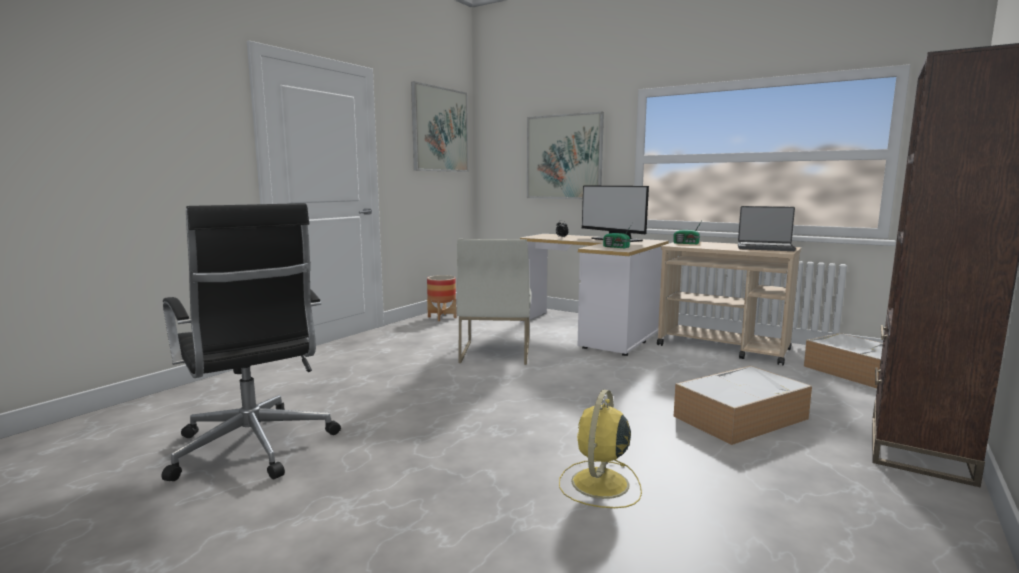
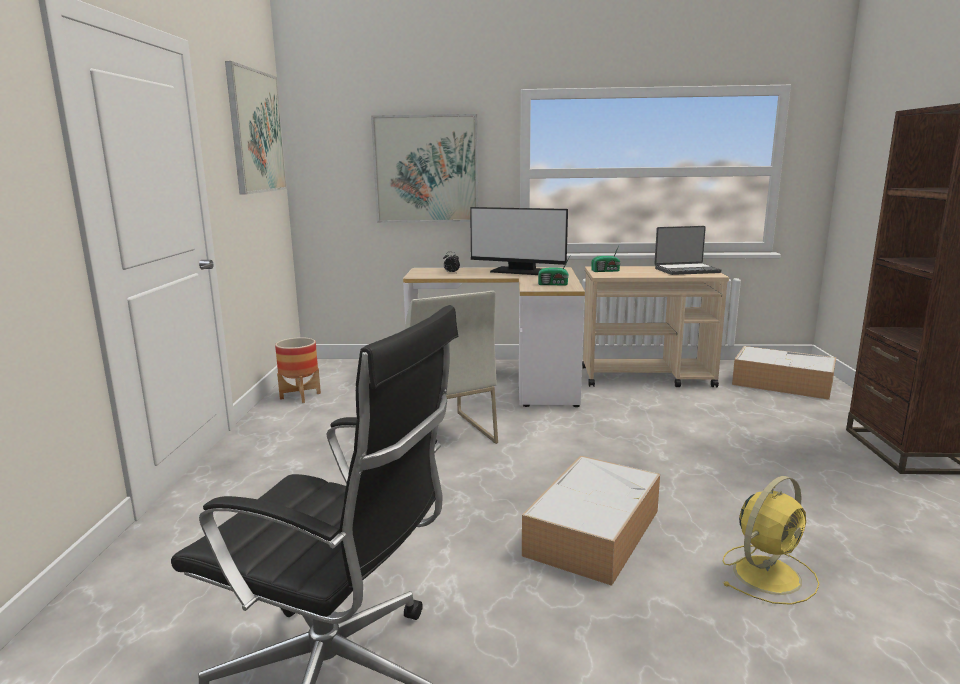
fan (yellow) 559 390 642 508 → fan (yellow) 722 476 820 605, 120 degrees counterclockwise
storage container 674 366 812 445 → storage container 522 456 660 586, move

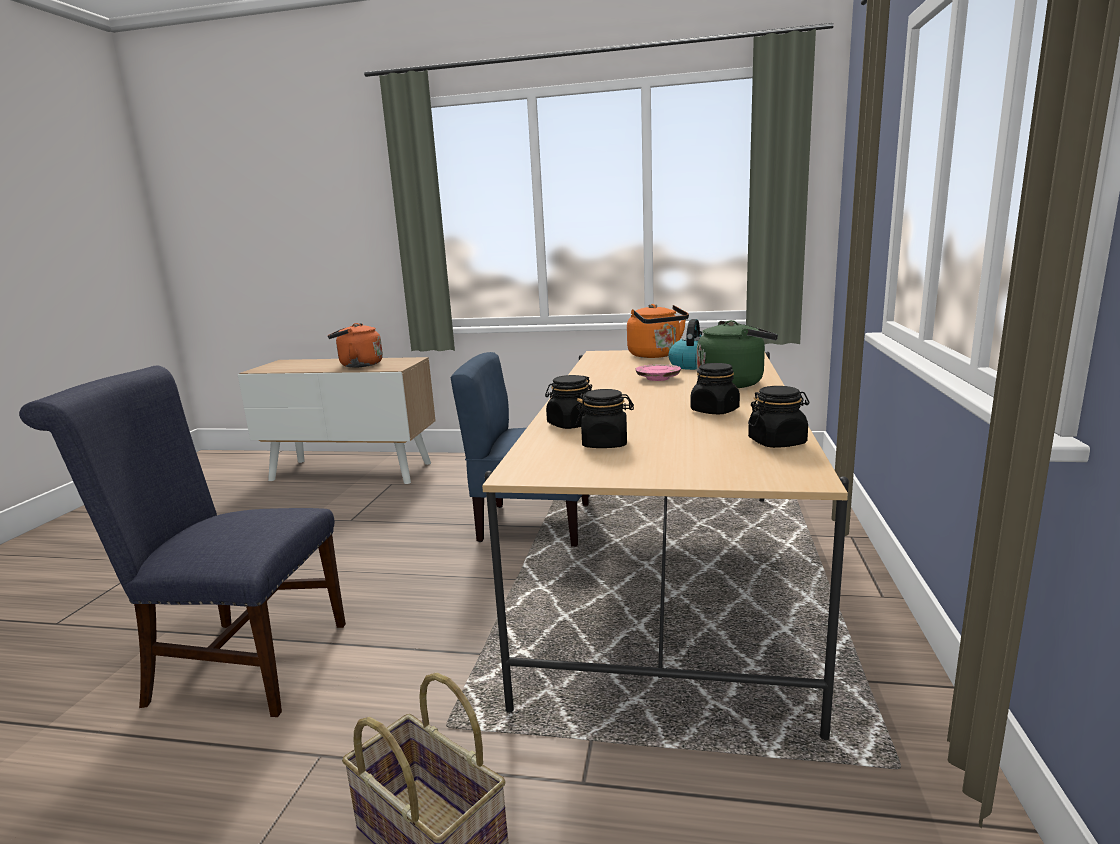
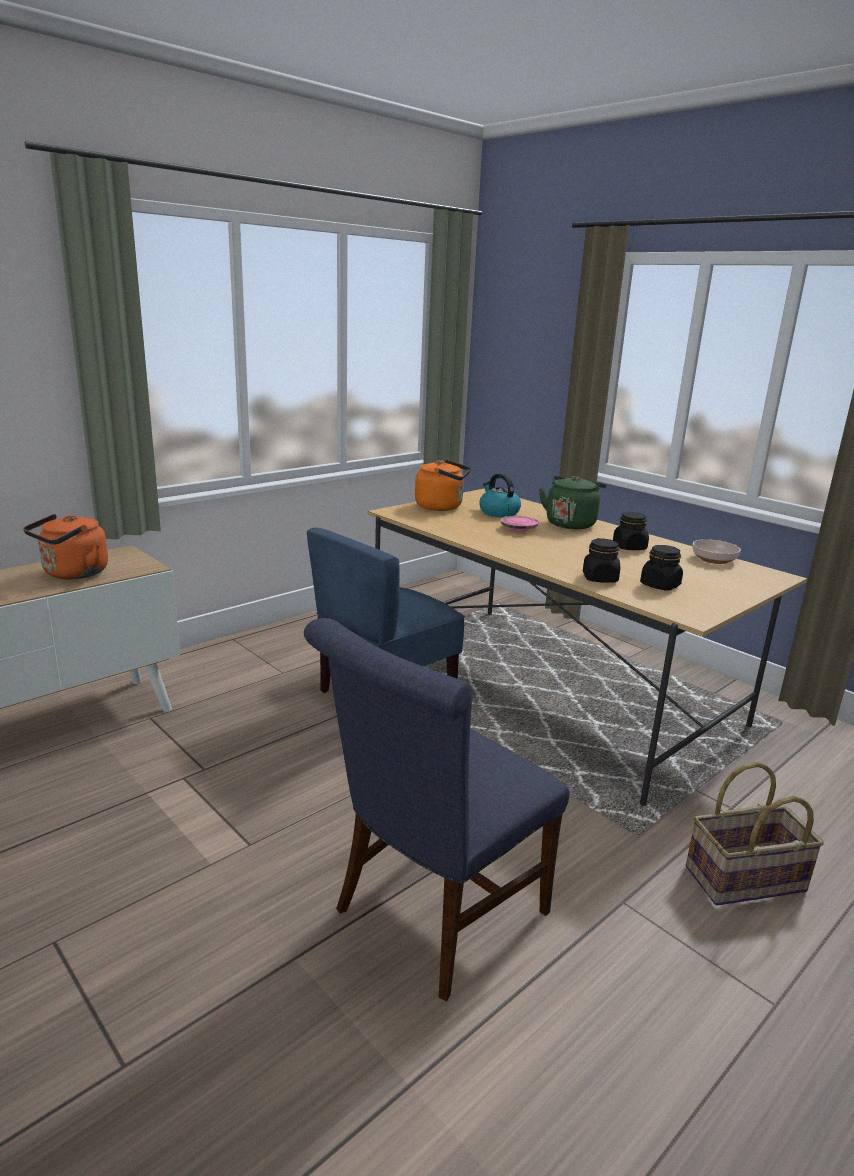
jar (black) 748 386 809 448 → deep dish 692 539 741 564

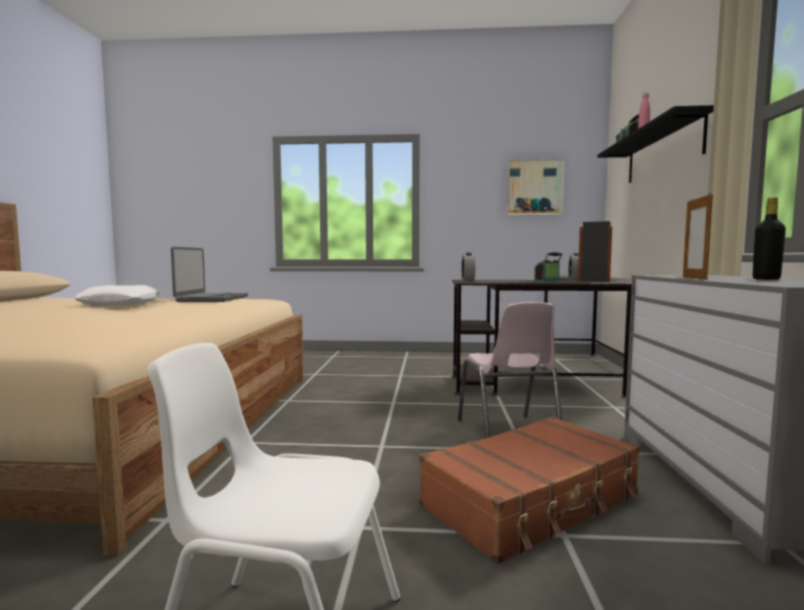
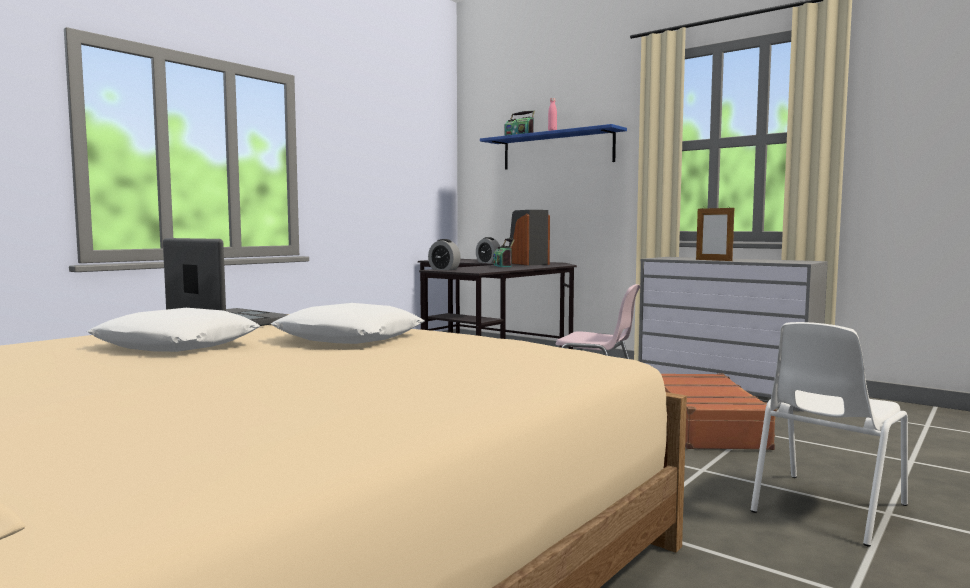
picture 506 158 565 216 → -
shelf (black) 597 105 714 183 → shelf (blue-coloured) 480 124 627 170
drink bottle (black) 752 197 786 280 → -
- → cushion (white) 271 303 424 344

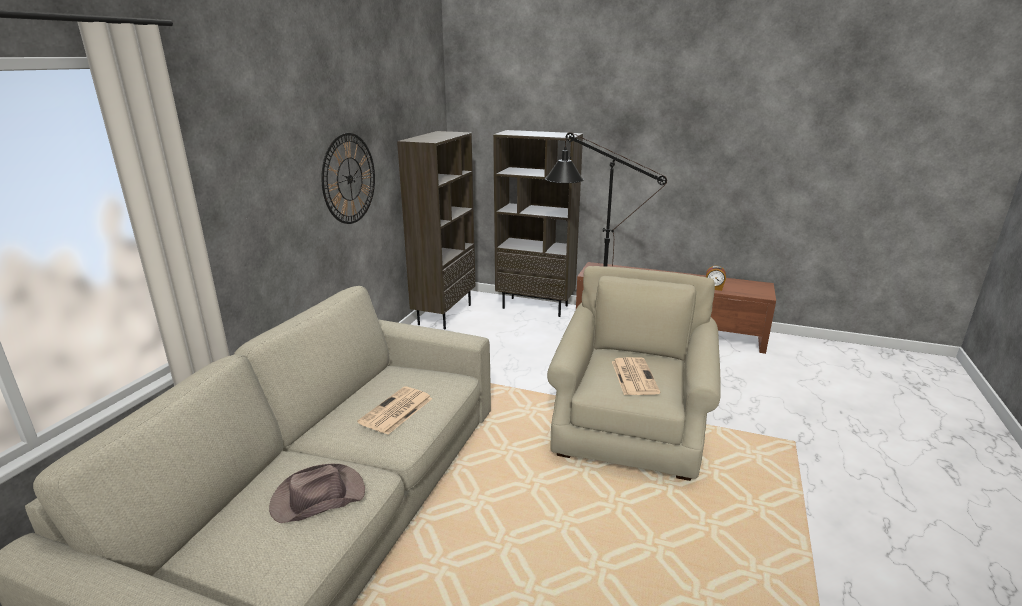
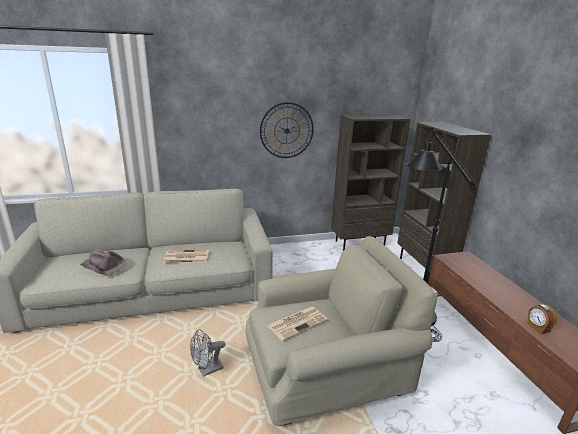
- → fan (grey) 190 329 226 377

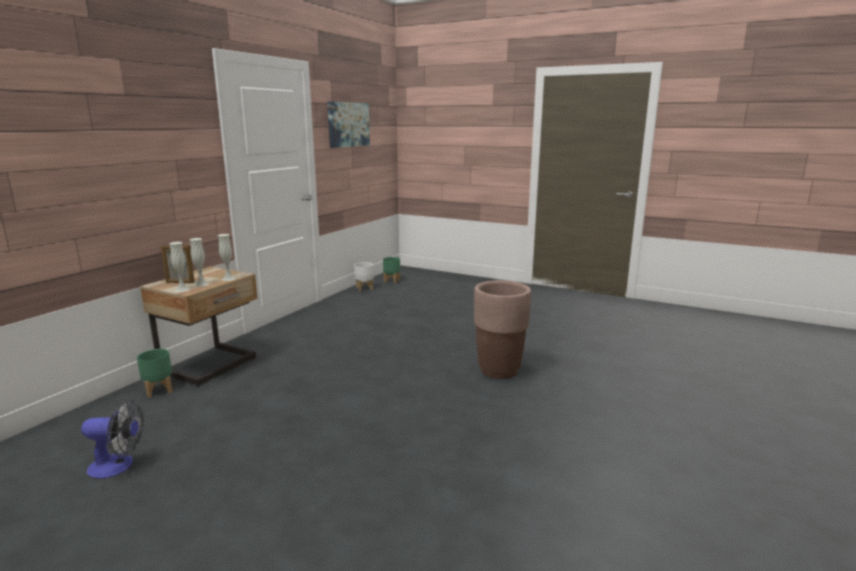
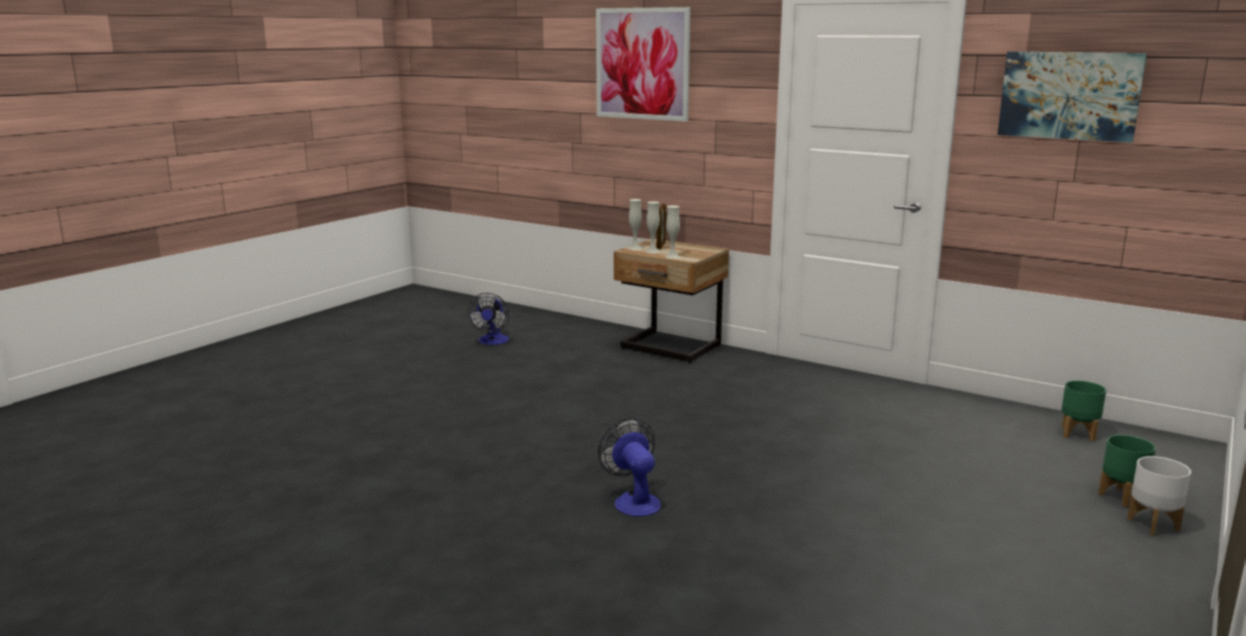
planter (green) 137 349 172 397 → planter (green) 1098 435 1156 507, move
planter (white) 354 262 373 292 → planter (white) 1127 456 1191 535, move
planter (brownish) 474 280 531 379 → fan 598 418 661 516
- → picture 596 7 691 122

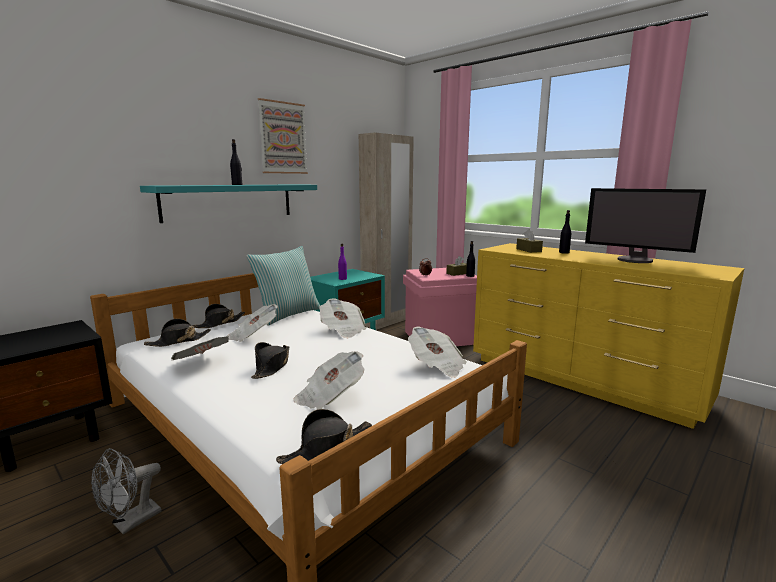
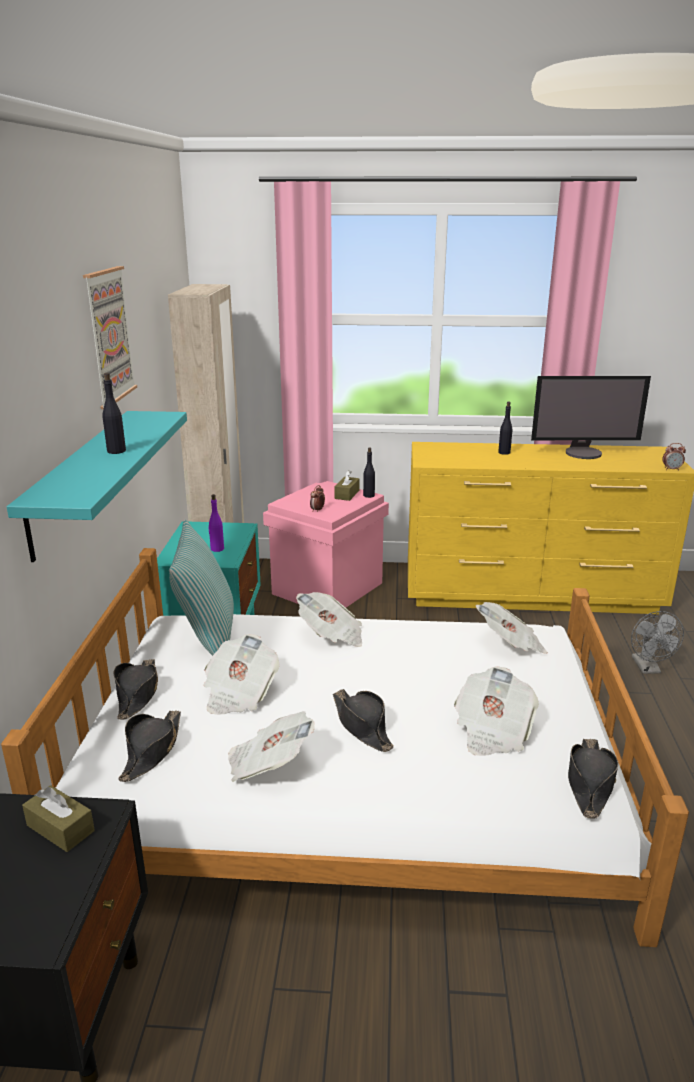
fan (grey) 91 448 161 534 → fan (grey) 631 611 684 674, move
tissue holder (brownish) 516 229 543 253 → tissue holder (brownish) 22 785 95 852, move
- → table clock 662 443 686 471

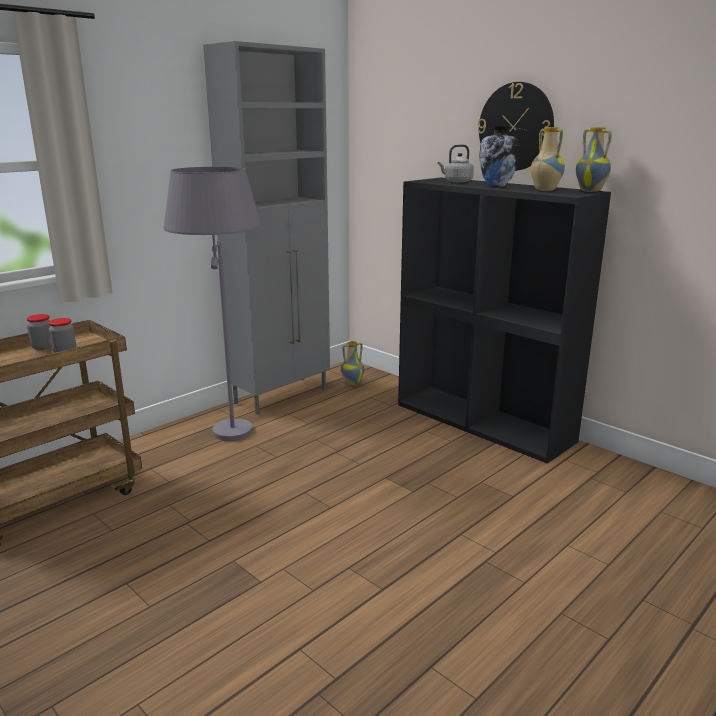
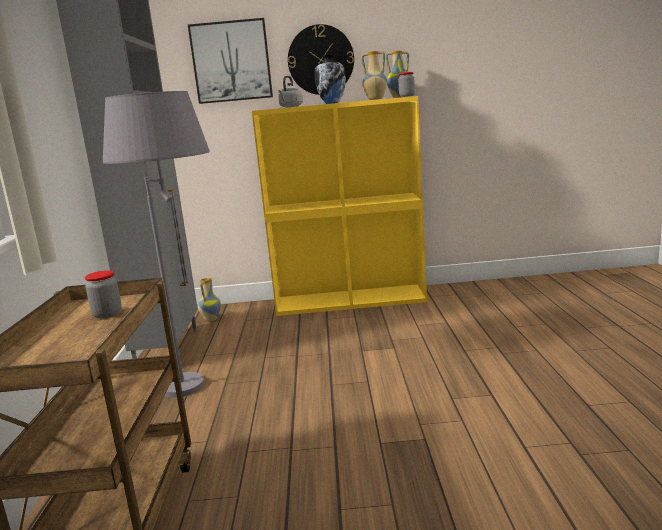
jar 26 314 51 350 → jar 398 72 415 97, move
bookshelf (black) 398 178 611 464 → bookshelf (yellow) 252 96 427 316
- → picture 188 18 273 104

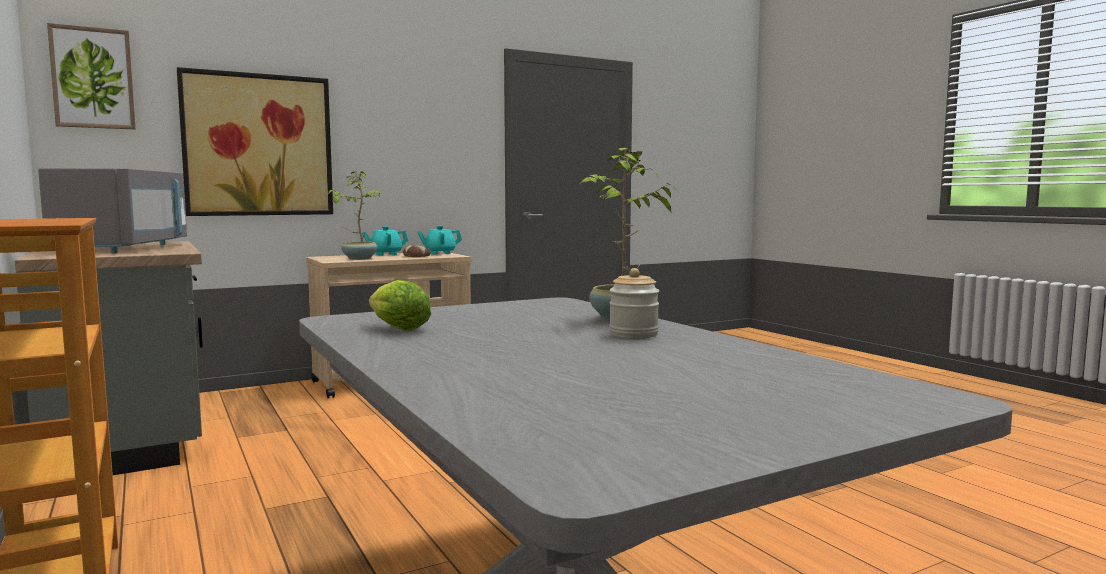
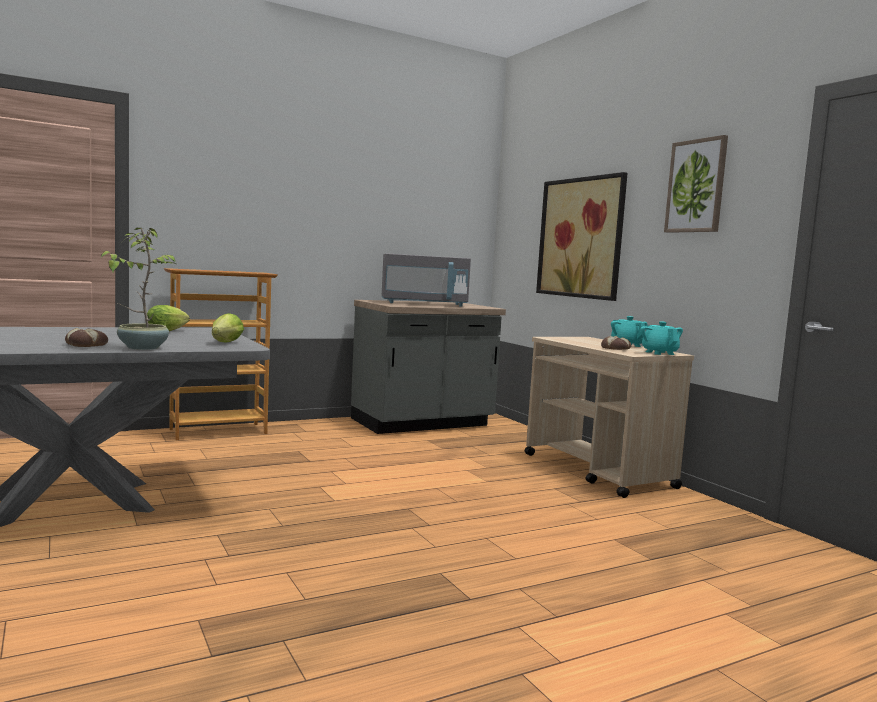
picture 47 23 136 129 → picture 664 135 728 233, move
potted plant 328 172 381 260 → -
jar 609 268 659 339 → bakery bread 65 328 108 347
- → lettuce 212 313 244 342

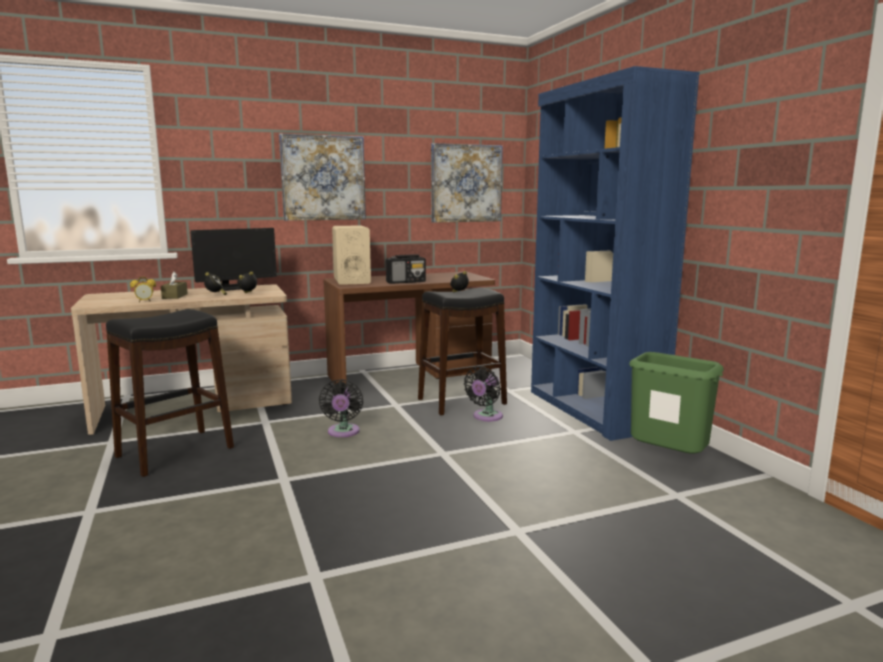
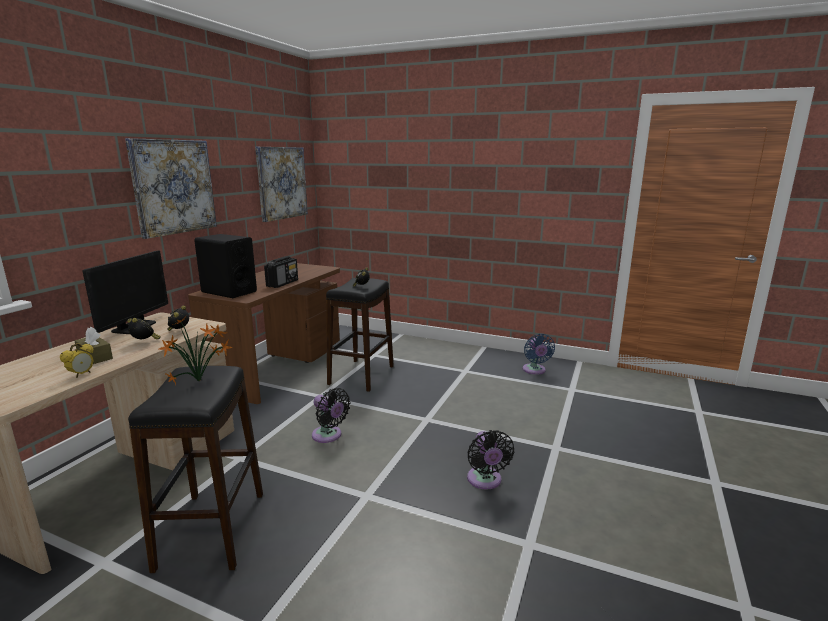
audio speaker (beige) 332 226 371 285 → audio speaker (black) 194 234 257 298
fan (black) 464 366 503 421 → fan (black) 467 430 514 489, move
bookshelf (blue-coloured) 531 66 699 441 → -
rubbish bin (green) 629 352 724 454 → fan (blue-coloured) 523 334 555 375
- → potted plant 159 316 232 385

